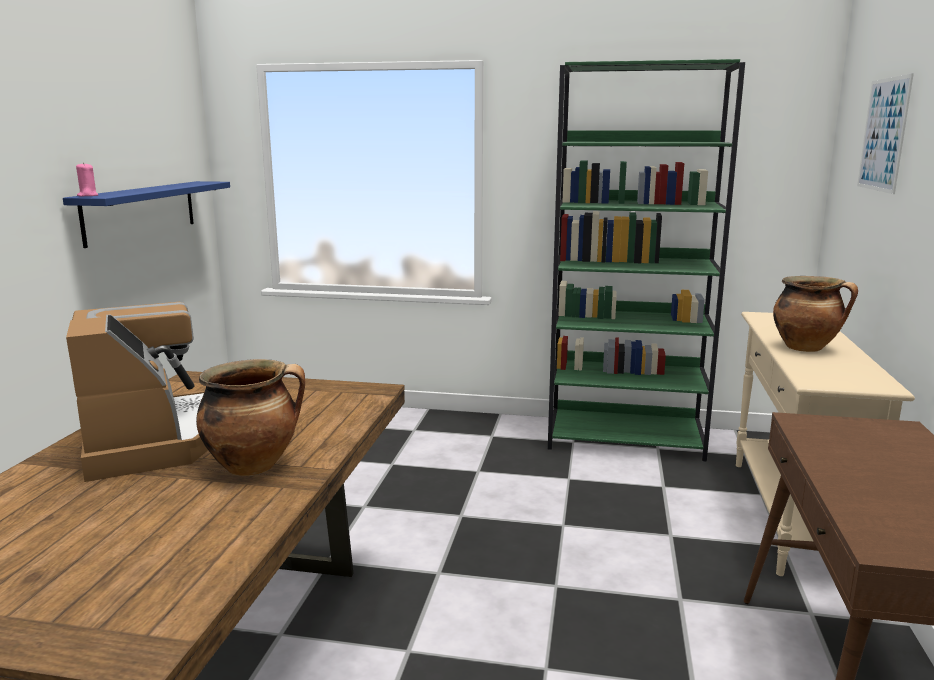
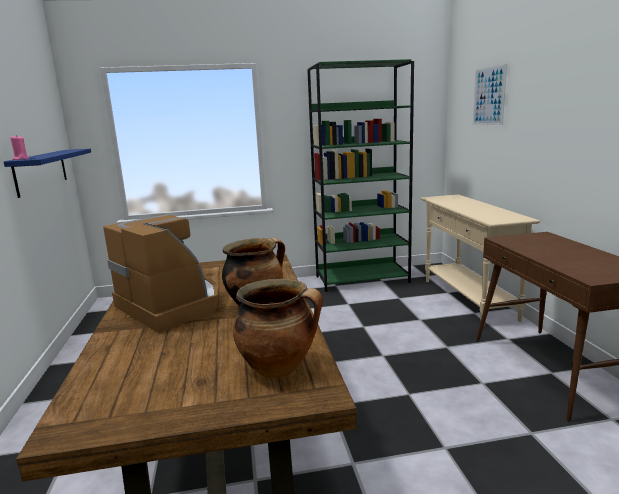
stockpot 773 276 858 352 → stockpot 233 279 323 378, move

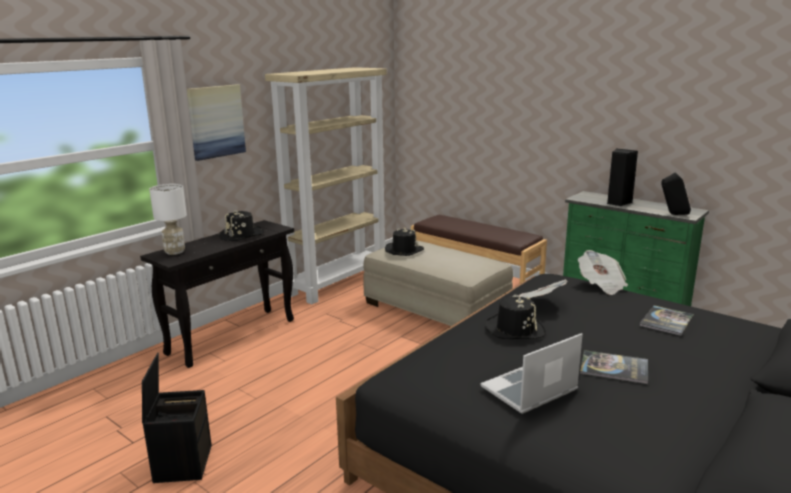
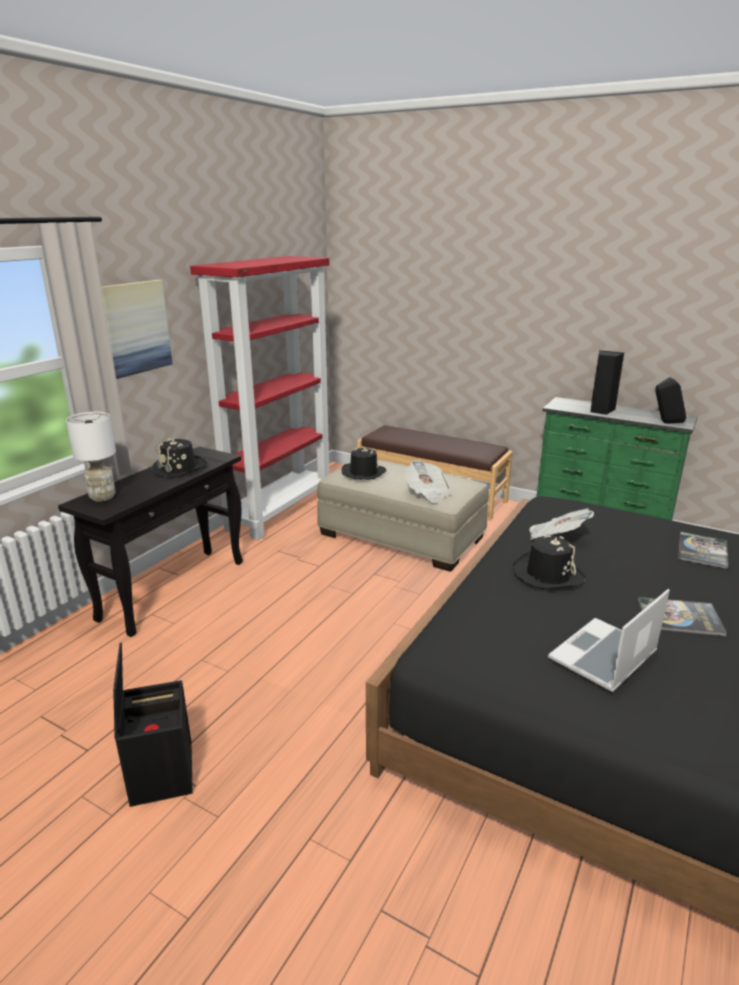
bookshelf (beige) 265 67 387 304 → bookshelf (red) 190 256 329 540
daily paper 578 250 628 295 → daily paper 405 460 451 503, move

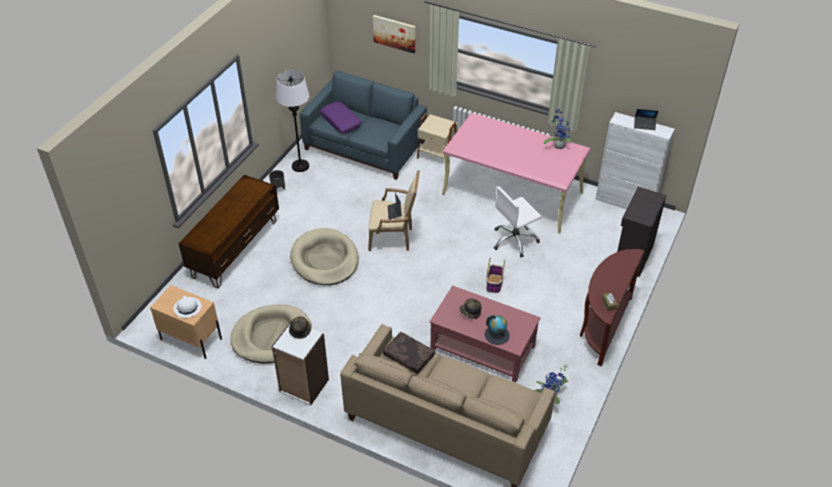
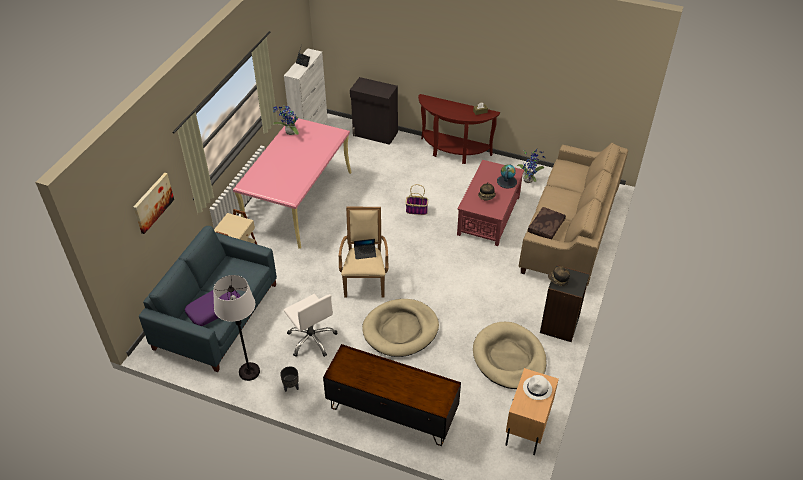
bookshelf (white) 272 320 329 406 → bookshelf (black) 540 265 590 342
office chair (white) 494 186 542 257 → office chair (white) 284 294 338 357, move

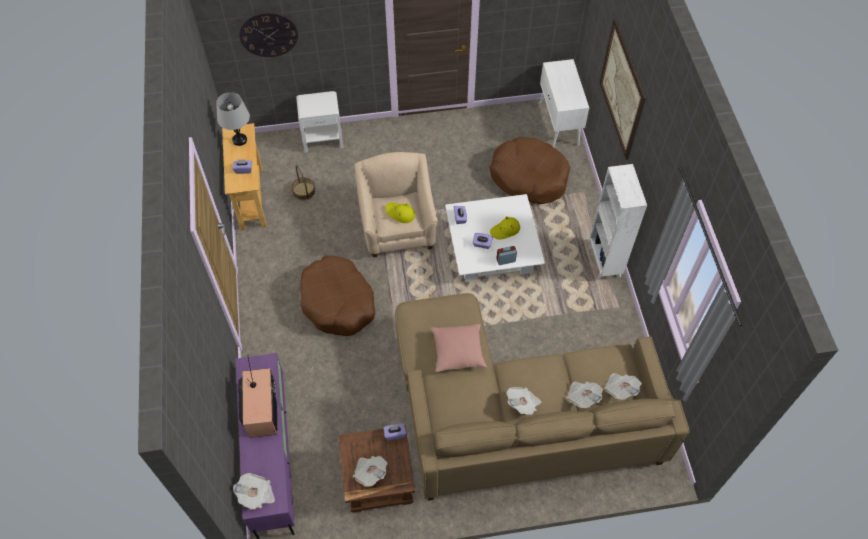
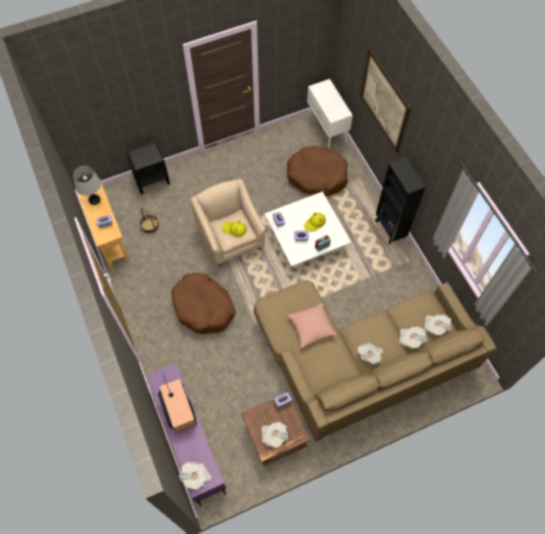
hanging clock 239 12 298 57 → -
bedside table (white) 296 91 344 153 → bedside table (black) 126 143 170 194
bookshelf (white) 588 164 647 280 → bookshelf (black) 375 157 426 244

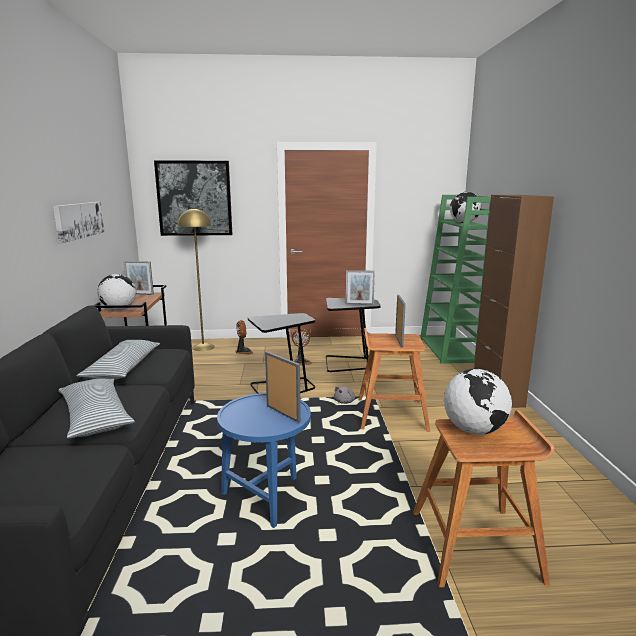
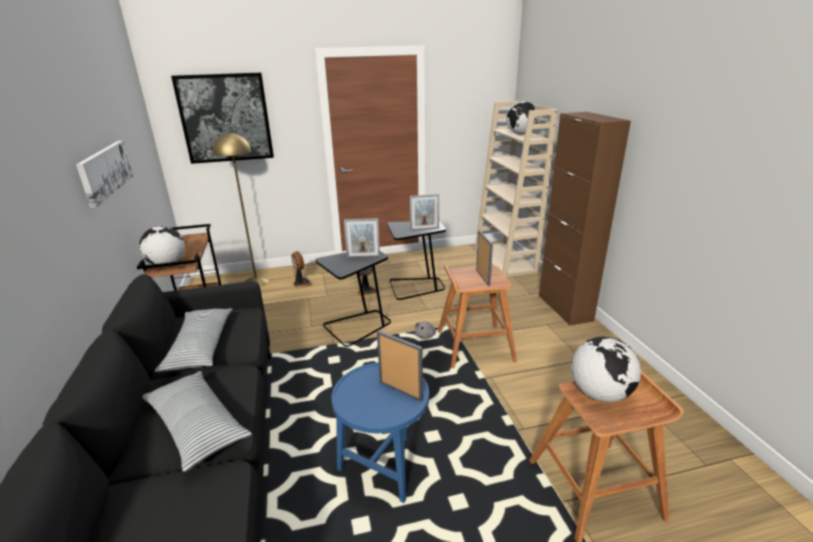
picture frame 124 261 154 295 → picture frame 344 218 380 258, move
bookshelf (green) 420 195 491 364 → bookshelf (beige) 475 101 558 277

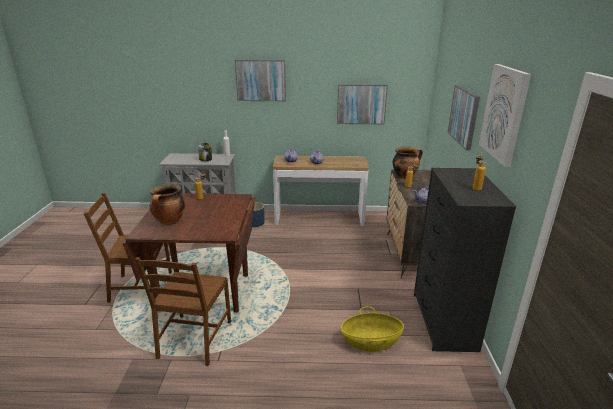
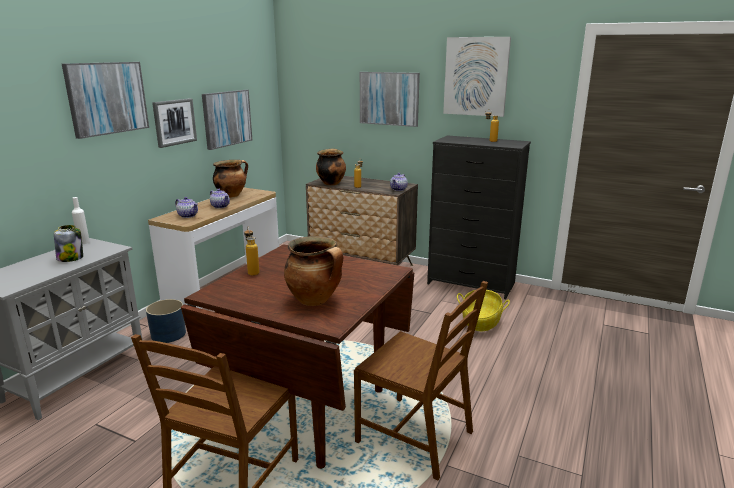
- → picture 152 98 197 148
- → stockpot 213 160 248 198

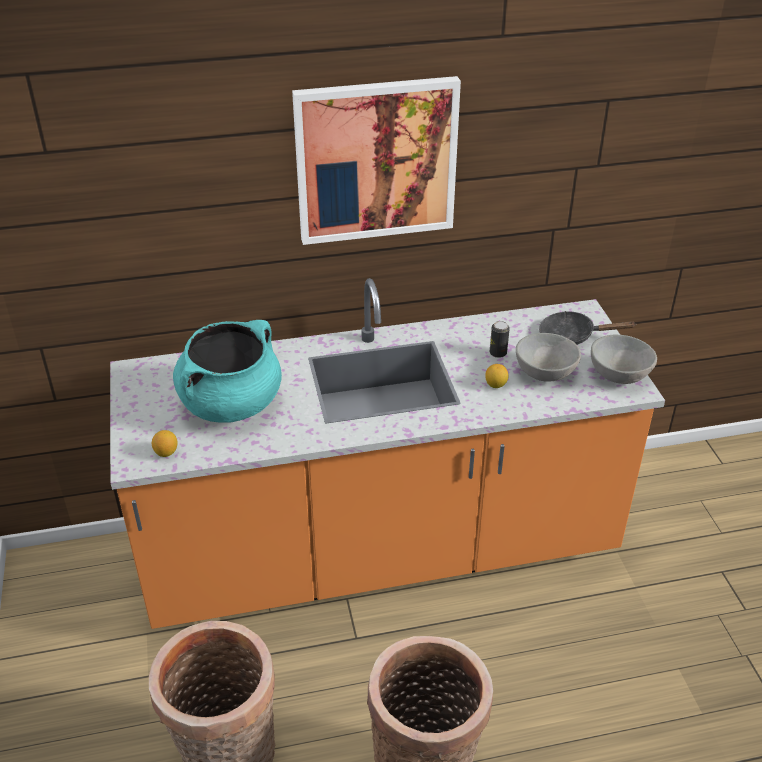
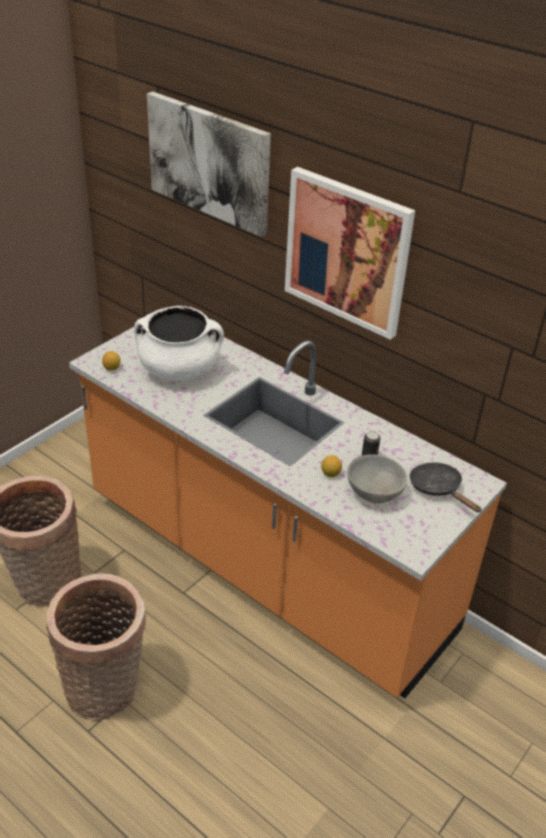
stockpot (turquoise-coloured) 173 320 282 423 → stockpot (white) 134 306 224 381
deep dish (grey) 591 335 657 384 → -
- → picture 147 92 271 237

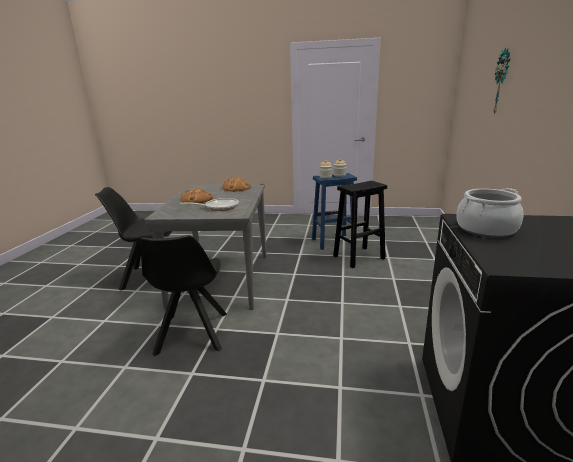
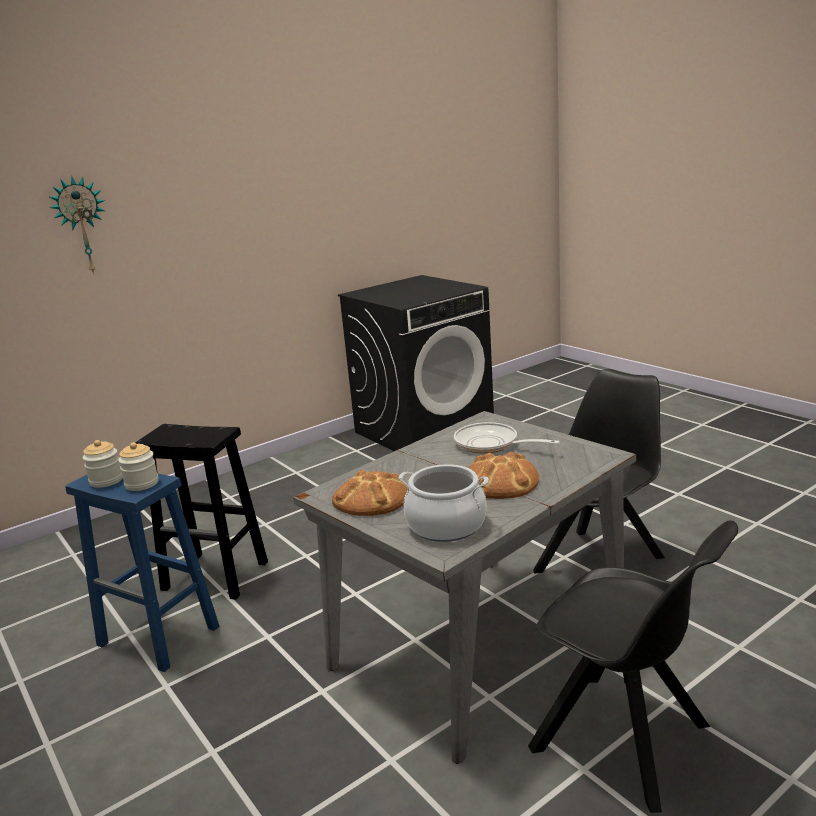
stockpot 456 188 524 238 → stockpot 398 464 489 542, move

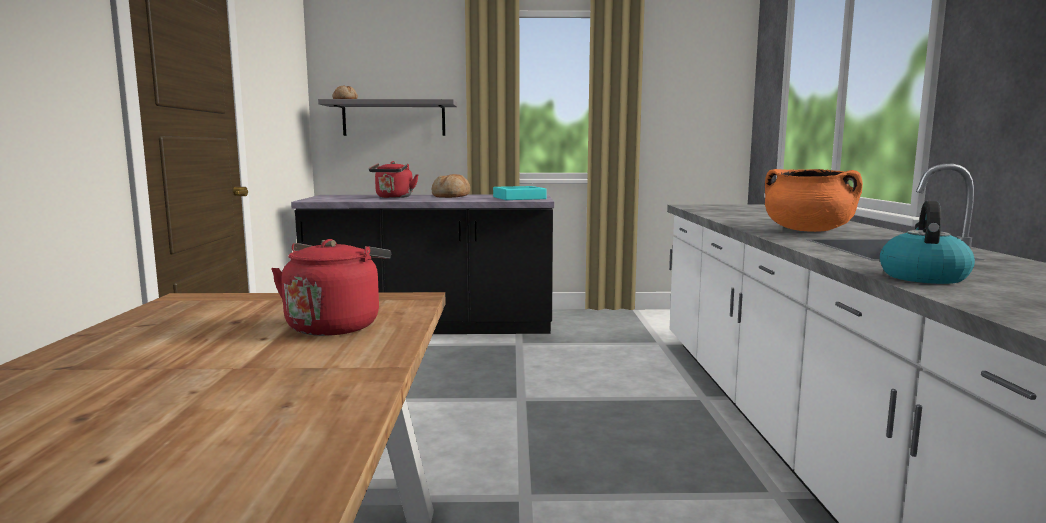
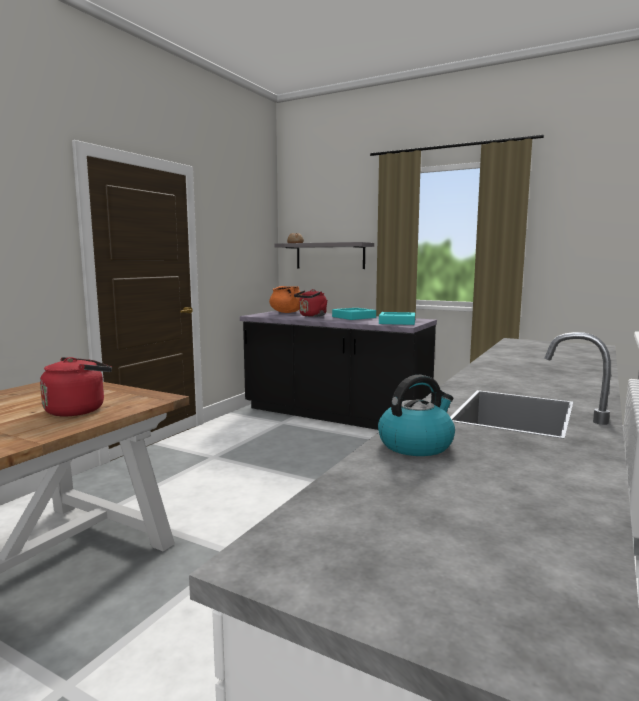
bakery bread 432 174 470 198 → carrying tray (turquoise-coloured) 332 308 376 320
stockpot (orange) 765 169 863 232 → stockpot (orange) 269 286 302 313, move

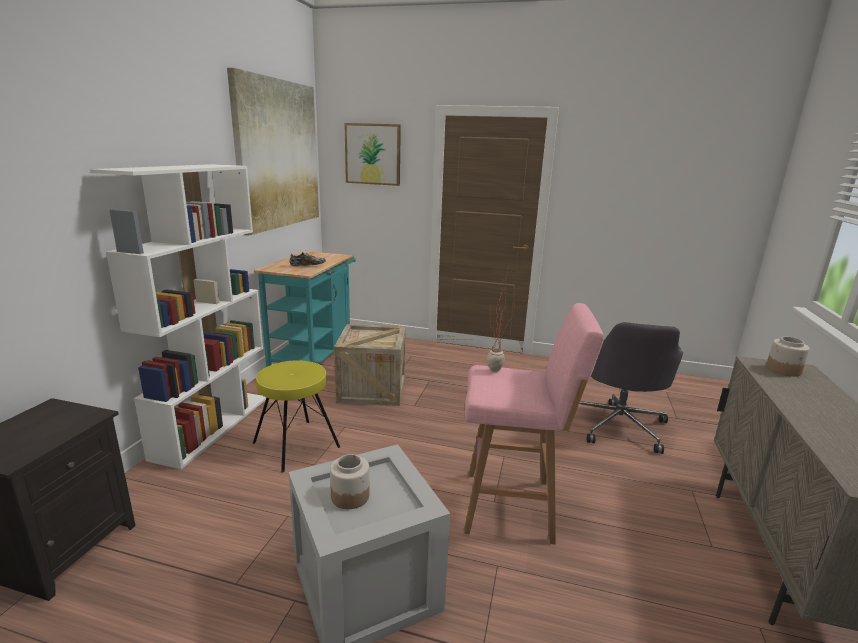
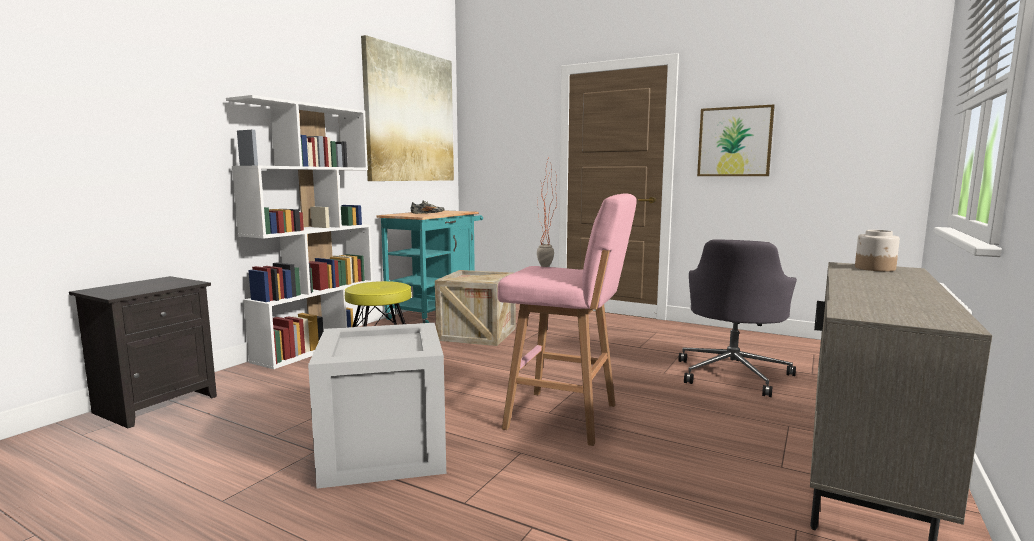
jar 330 454 370 509 → -
picture 344 123 401 186 → picture 697 104 775 176, move

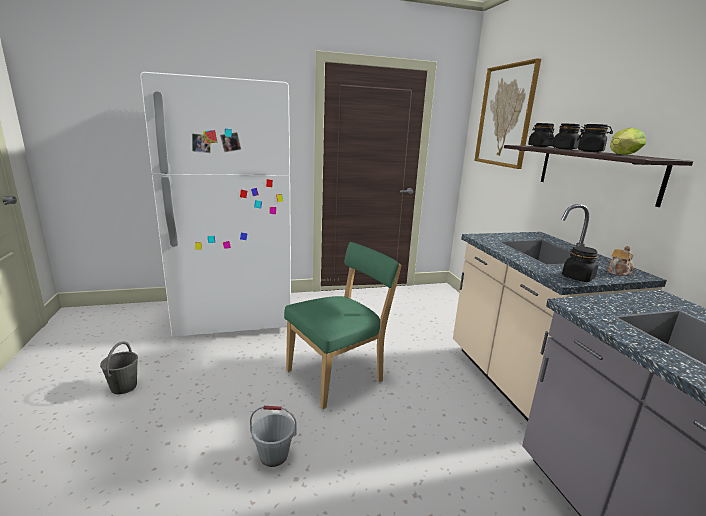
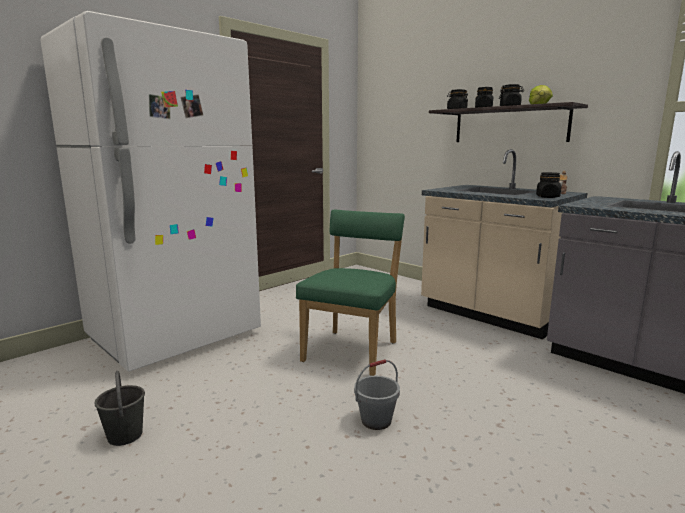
picture 474 58 541 169 → -

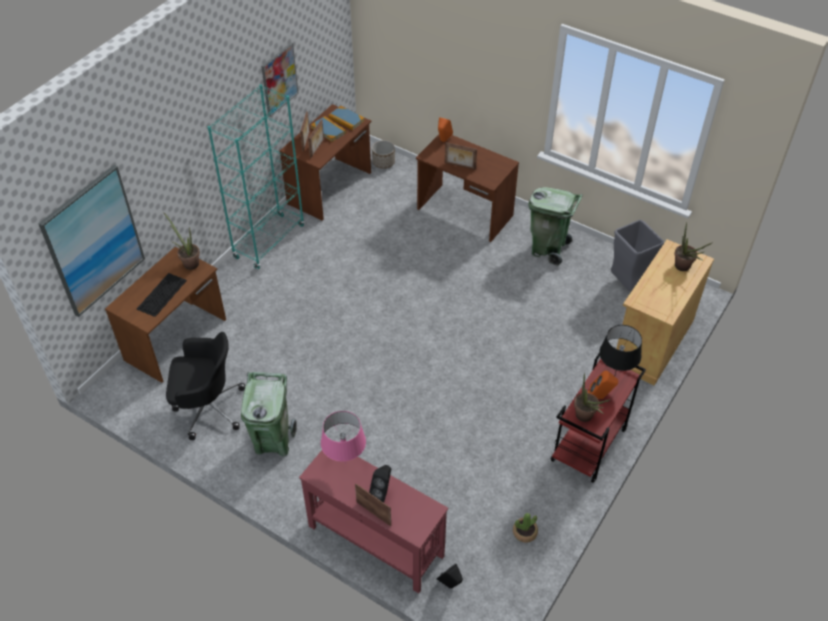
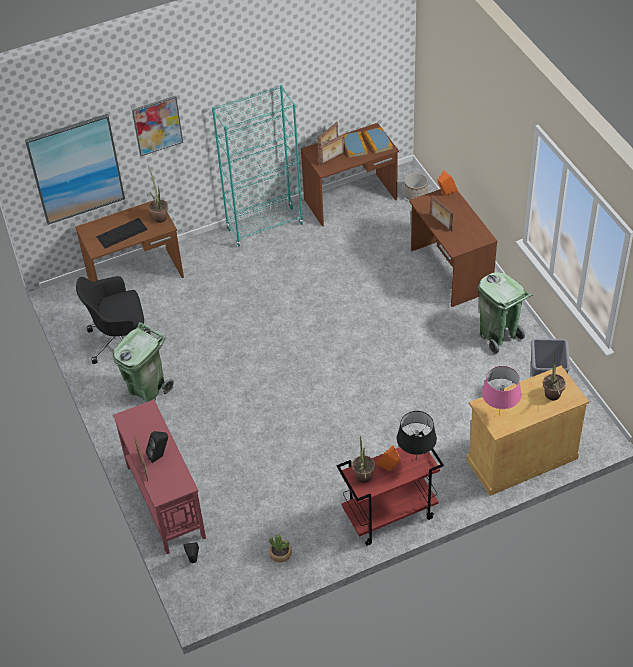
office chair (black) 166 332 245 440 → office chair (black) 76 276 151 364, 135 degrees clockwise
picture 261 43 298 117 → picture 132 96 183 156, move
lamp for a table (pink) 321 411 366 464 → lamp for a table (pink) 482 366 522 416, move

